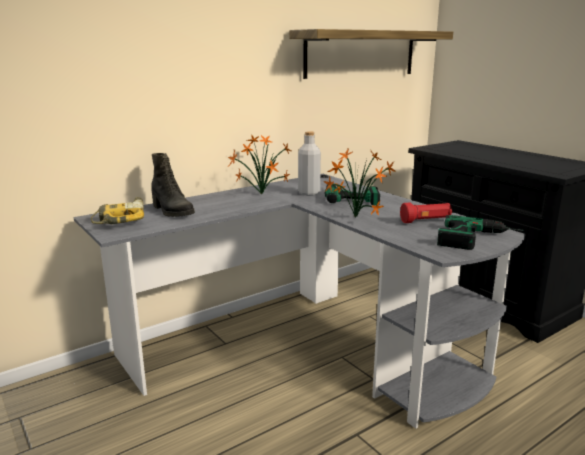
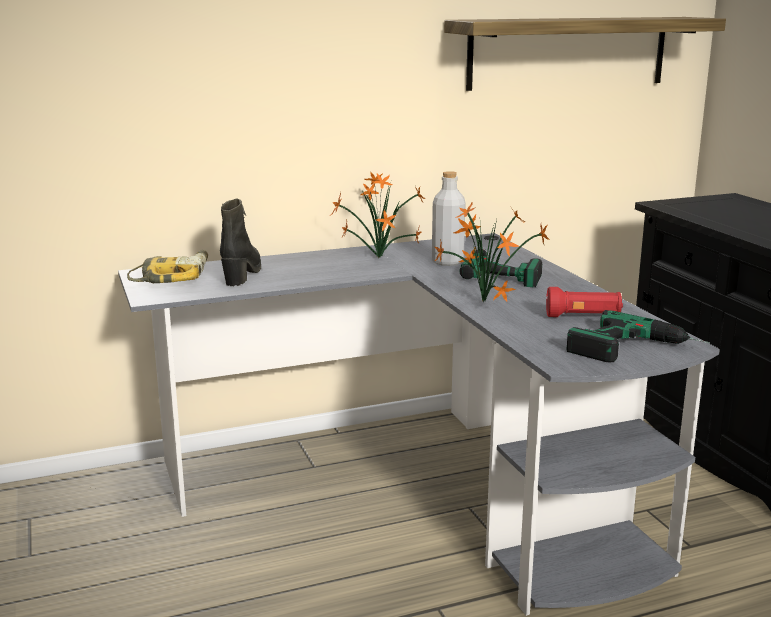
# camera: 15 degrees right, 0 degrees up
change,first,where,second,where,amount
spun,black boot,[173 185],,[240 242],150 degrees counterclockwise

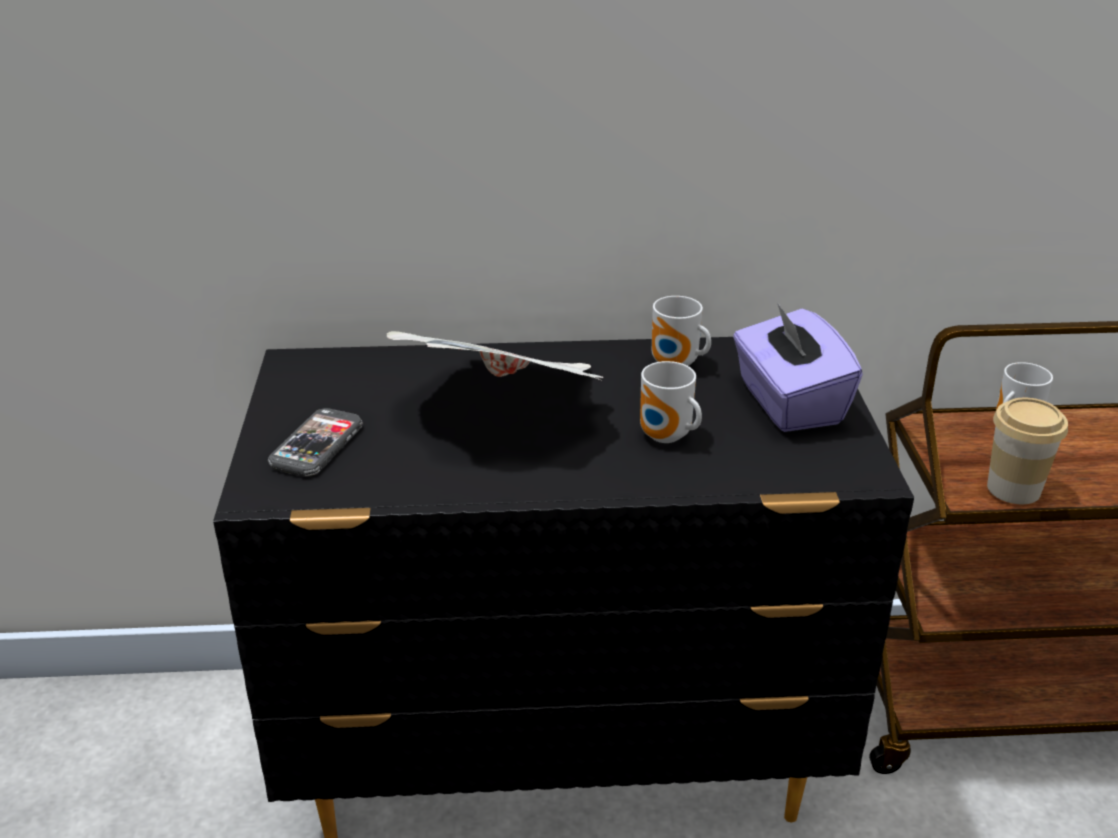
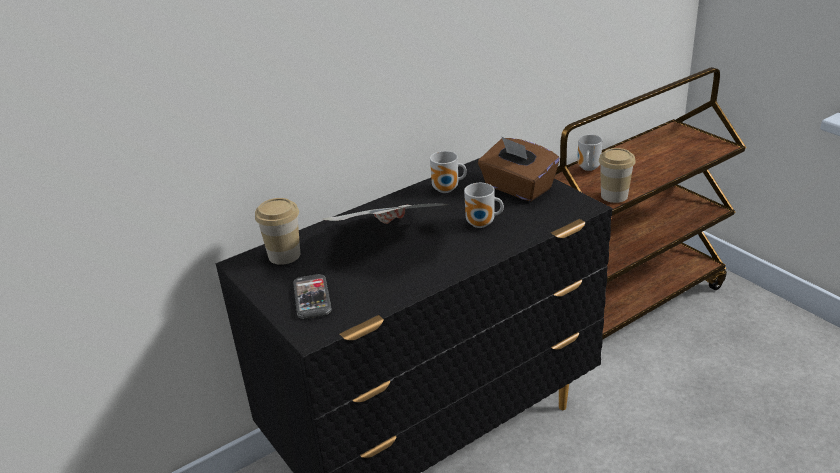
# camera: 30 degrees left, 0 degrees up
change,first,where,second,where,amount
appeared,,,cup,[277 231],
colour,purple tissue box,[798 367],brown tissue box,[519 168],

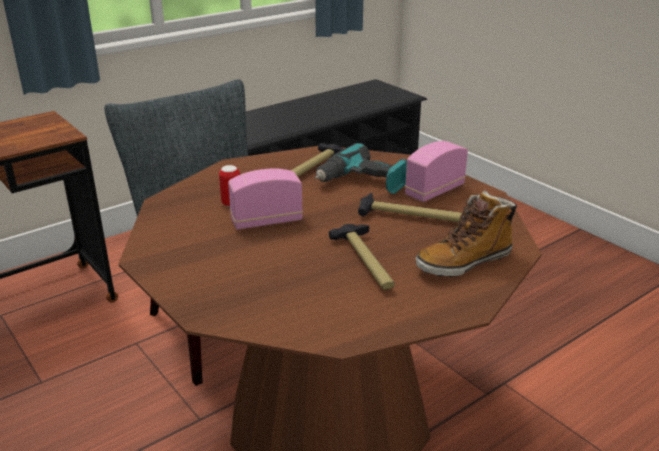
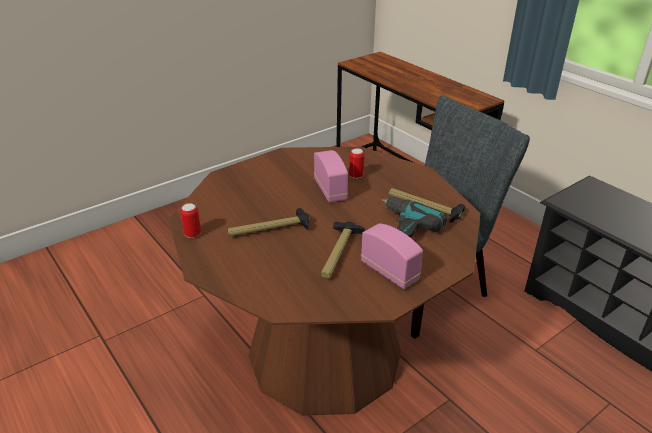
# camera: 90 degrees right, 5 degrees up
change,first,where,second,where,amount
missing,boot,[466 234],,,
appeared,,,can,[190 220],

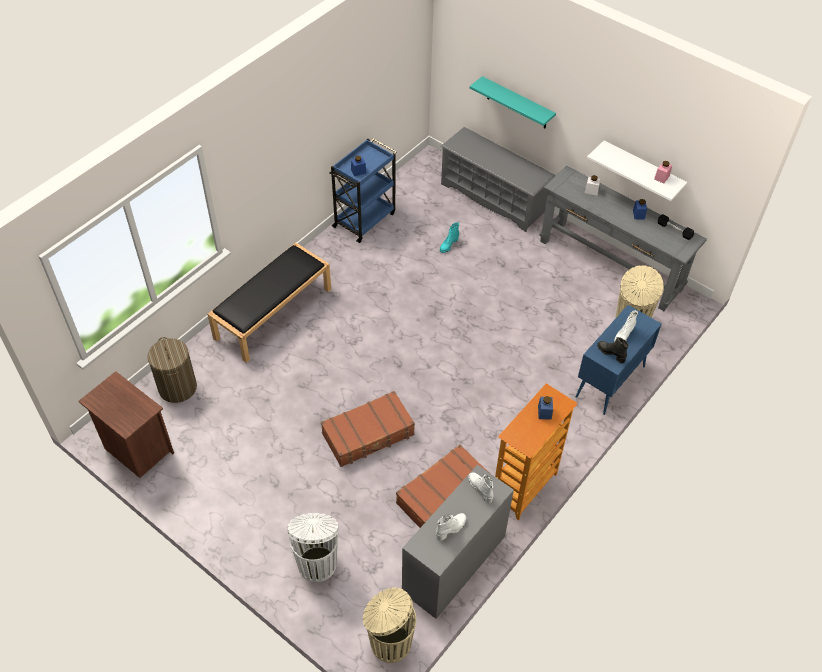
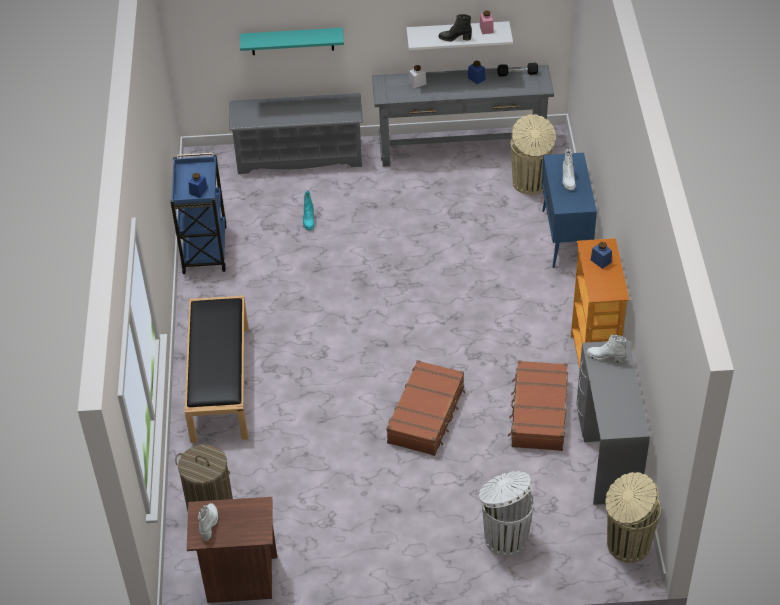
# camera: 40 degrees left, 5 degrees down
change,first,where,second,where,amount
relocated,white boot,[451 527],,[208 522],
relocated,black boot,[613 350],,[455 28],

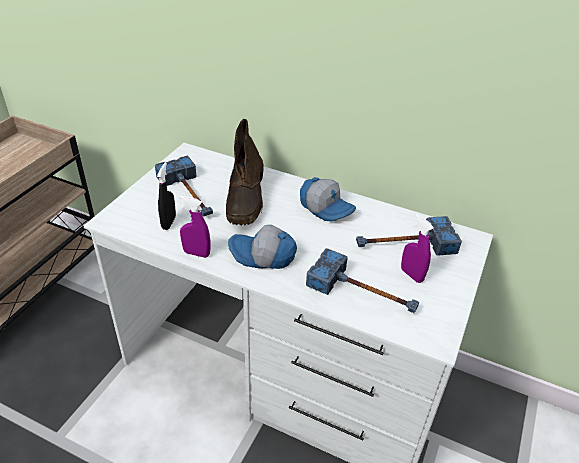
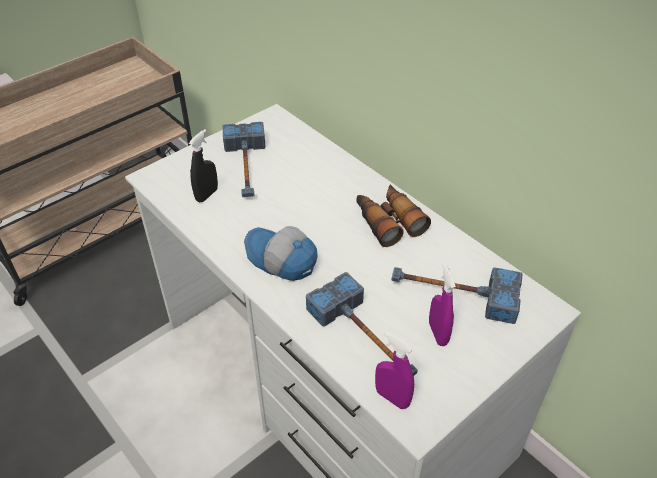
# camera: 25 degrees right, 5 degrees up
change,first,where,second,where,amount
missing,brown boot,[245 172],,,
relocated,purple spray bottle,[195 227],,[394 370],
exchanged,cap,[328 199],binoculars,[393 216],

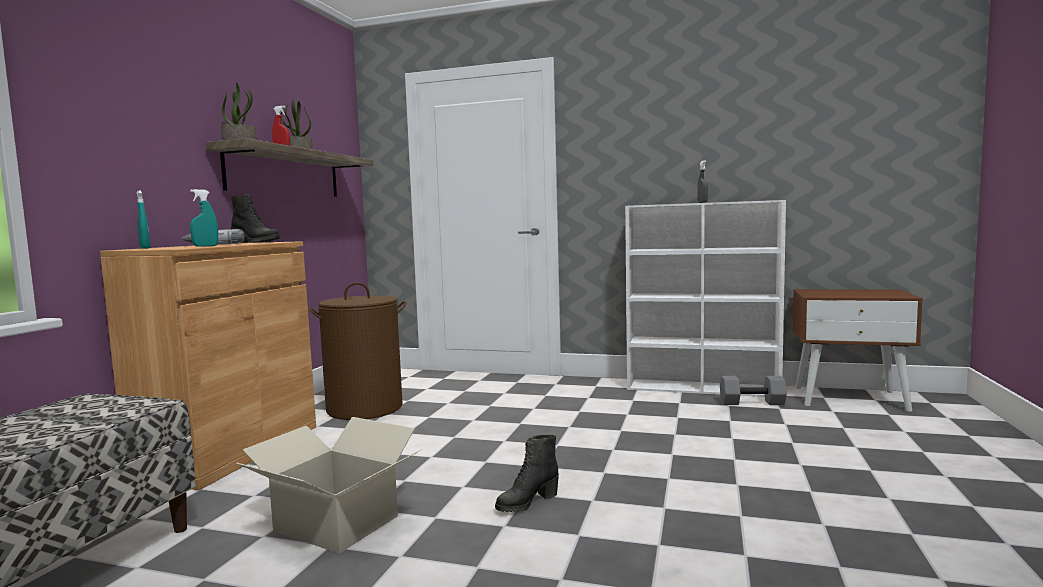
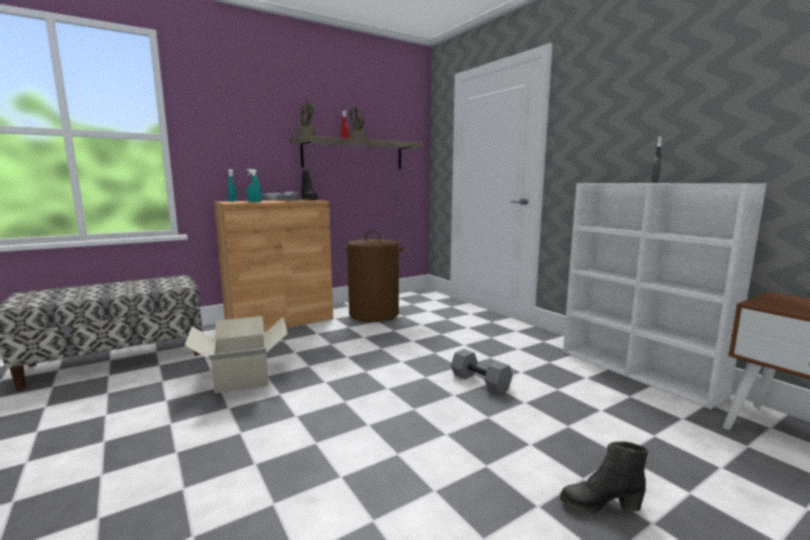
# camera: 40 degrees right, 5 degrees up
change,first,where,second,where,amount
relocated,black boot,[527 473],,[604 477],
relocated,grey dumbbell,[753 390],,[482 371],

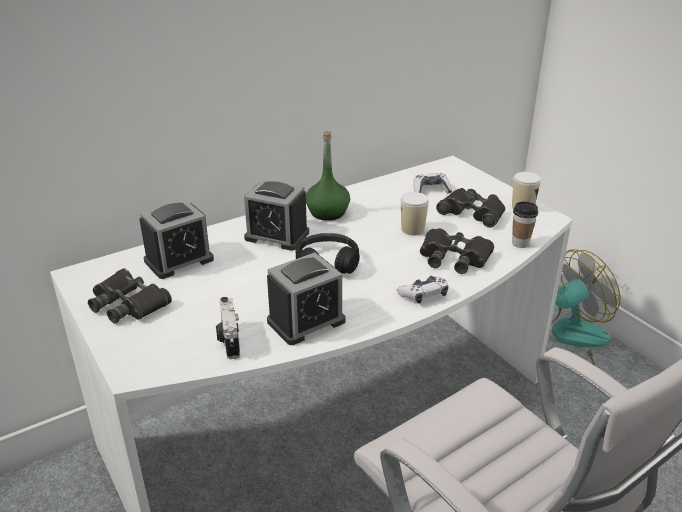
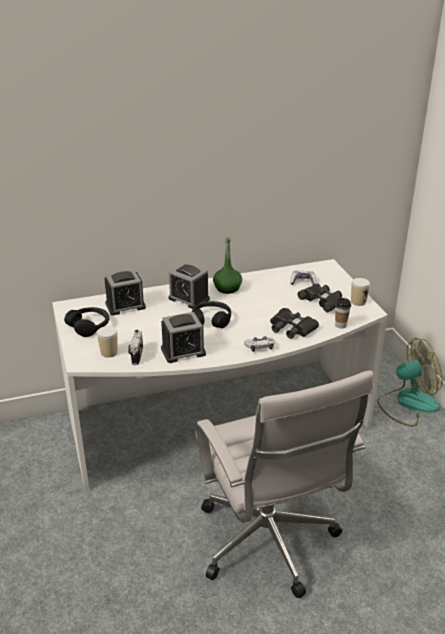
# camera: 15 degrees right, 0 degrees up
change,first,where,second,where,amount
relocated,cup,[414 214],,[107 342],
exchanged,black binoculars,[130 296],black headphones,[86 322],

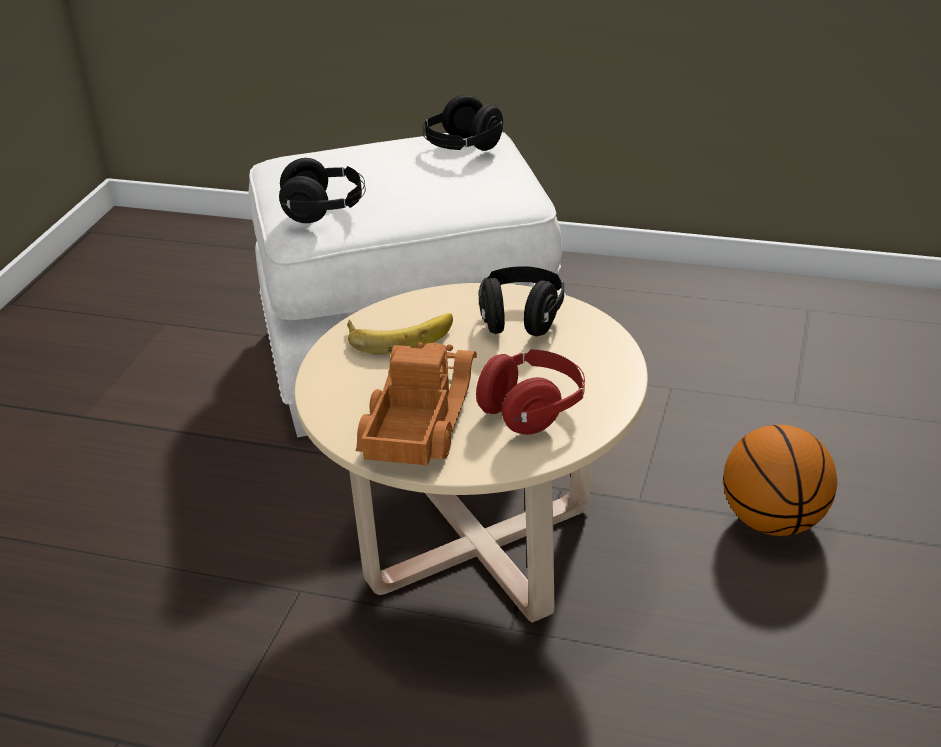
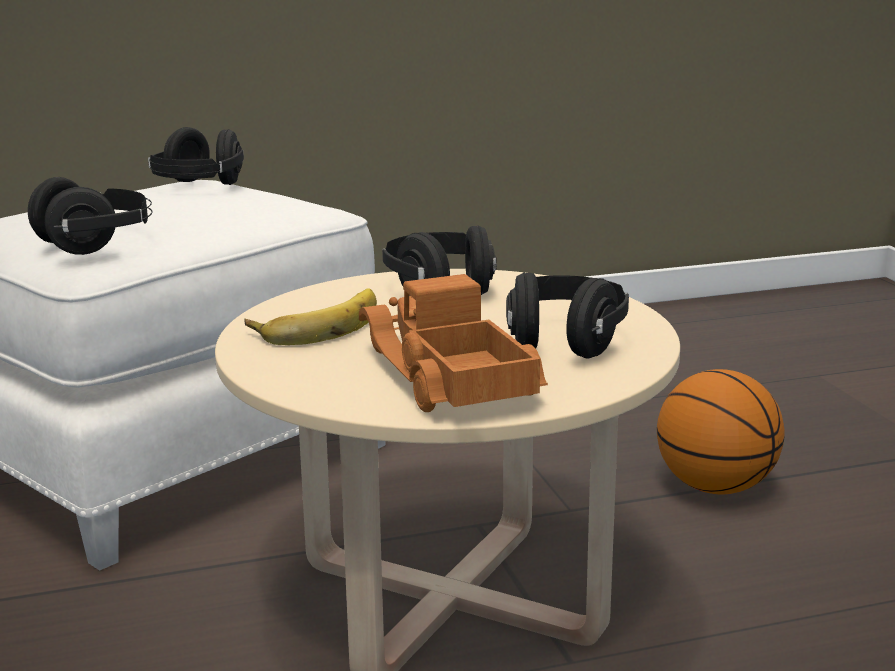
# camera: 35 degrees left, 15 degrees down
change,first,where,second,where,amount
colour,red headphones,[530 392],black headphones,[567 315],

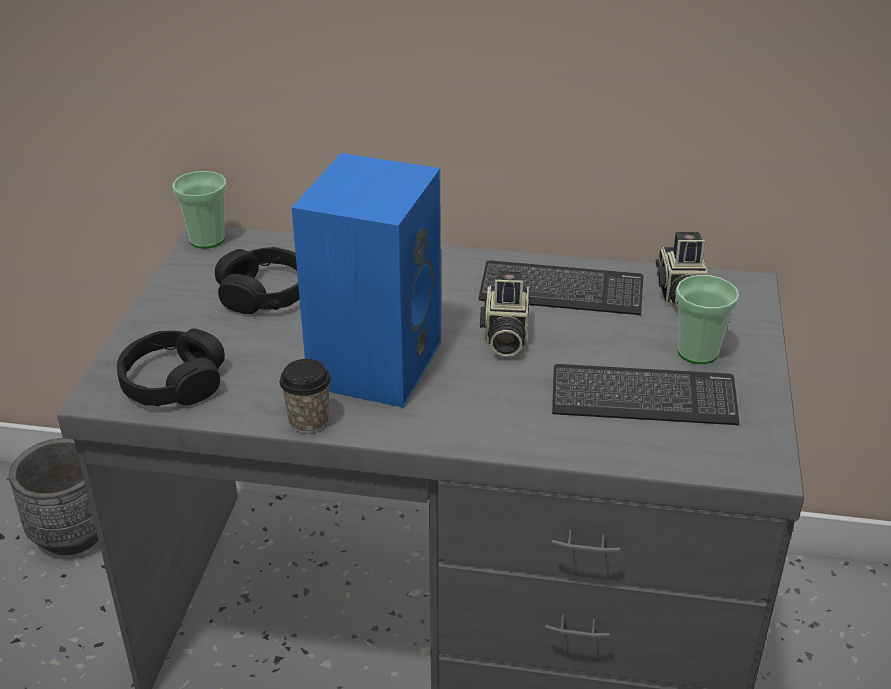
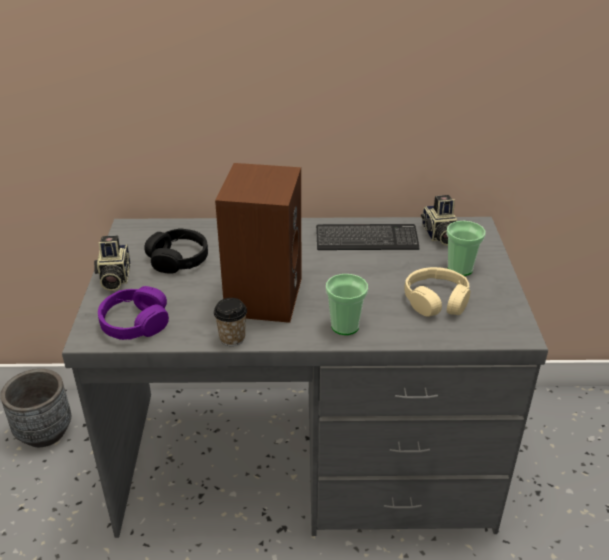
# camera: 10 degrees left, 0 degrees up
change,first,where,second,where,amount
relocated,cup,[200 210],,[347 304],
relocated,photo camera,[505 314],,[112 263],
exchanged,keyboard,[645 394],beige headphones,[437 292],
colour,black headphones,[171 367],purple headphones,[133 313],
colour,blue speaker,[366 280],brown speaker,[258 243],

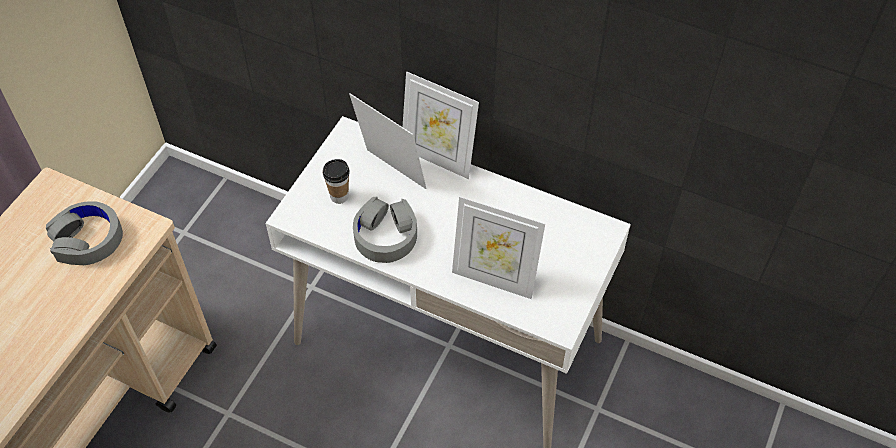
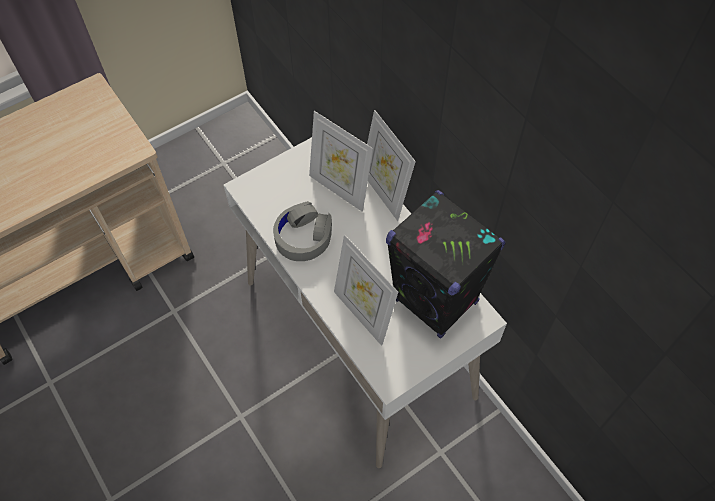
# camera: 30 degrees right, 5 degrees up
change,first,where,second,where,amount
missing,grey headphones,[84 233],,,
missing,cup,[336 181],,,
appeared,,,black speaker,[446 264],
spun,picture frame,[388 141],,[341 161],150 degrees clockwise

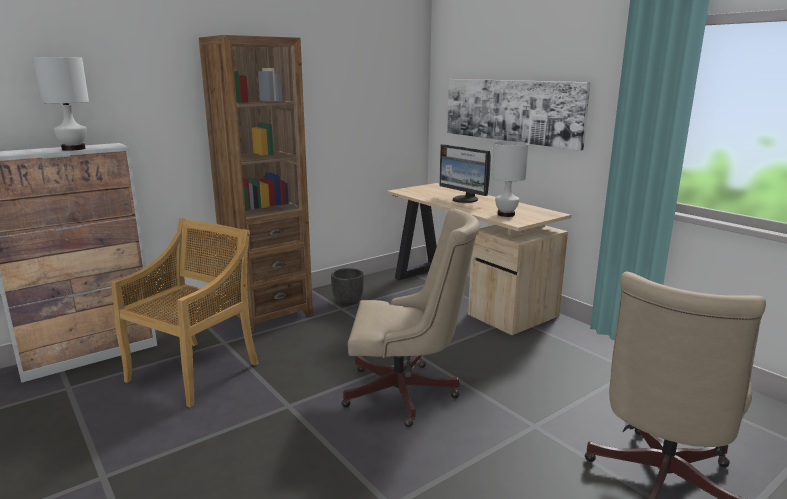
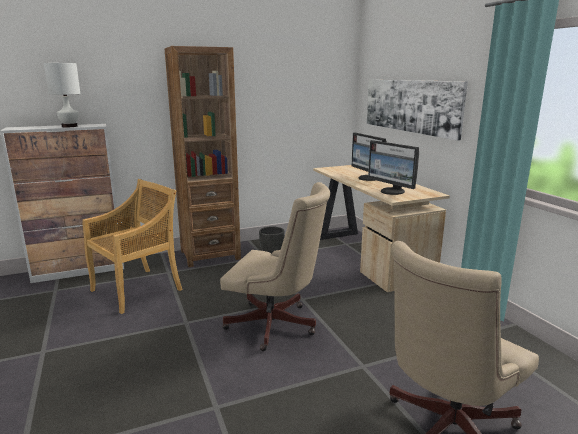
# camera: 15 degrees right, 0 degrees up
change,first,where,second,where,amount
exchanged,white table lamp,[510 179],monitor,[393 167],

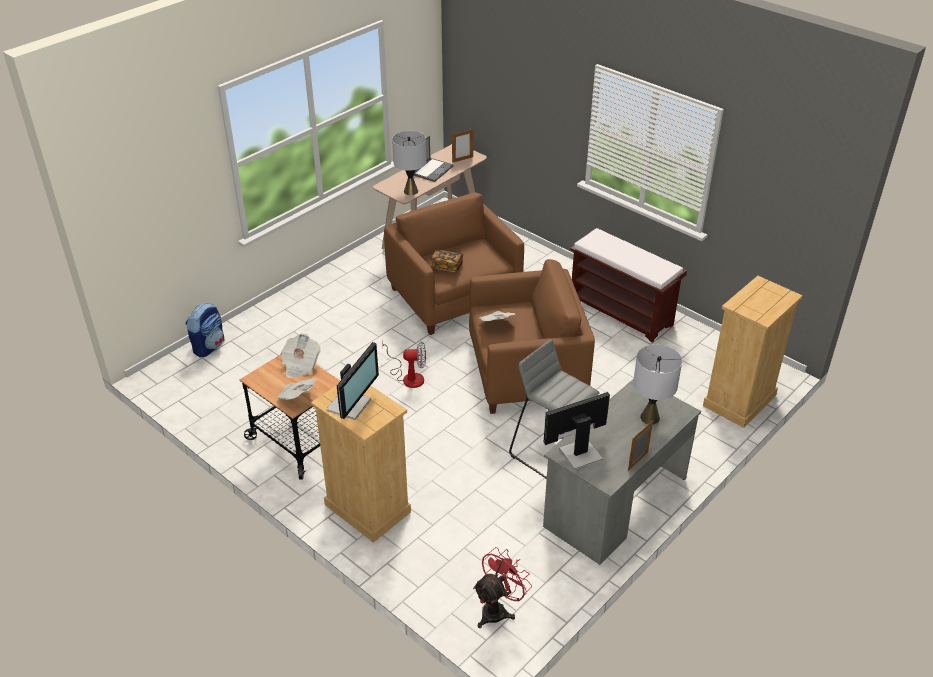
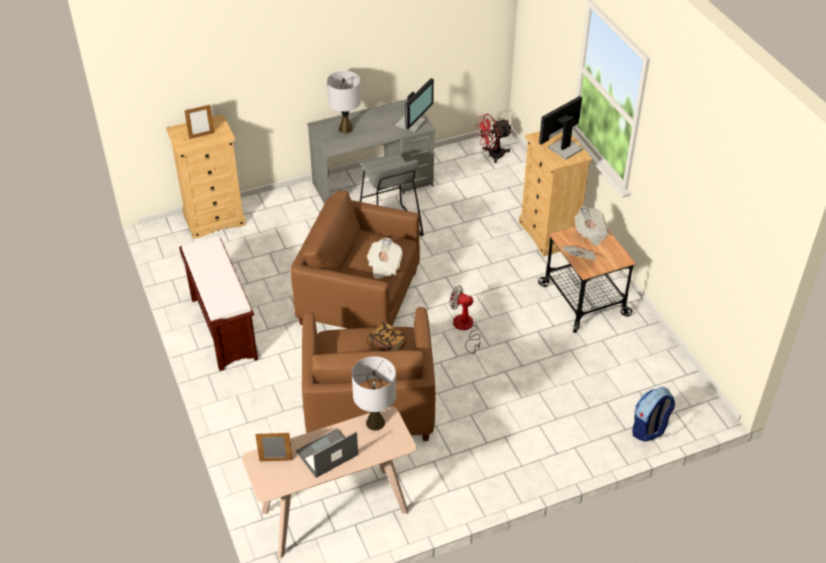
# camera: 155 degrees left, 5 degrees up
change,first,where,second,where,amount
relocated,picture frame,[640 445],,[199 122],
spun,monitor,[577 431],,[414 105],60 degrees counterclockwise

